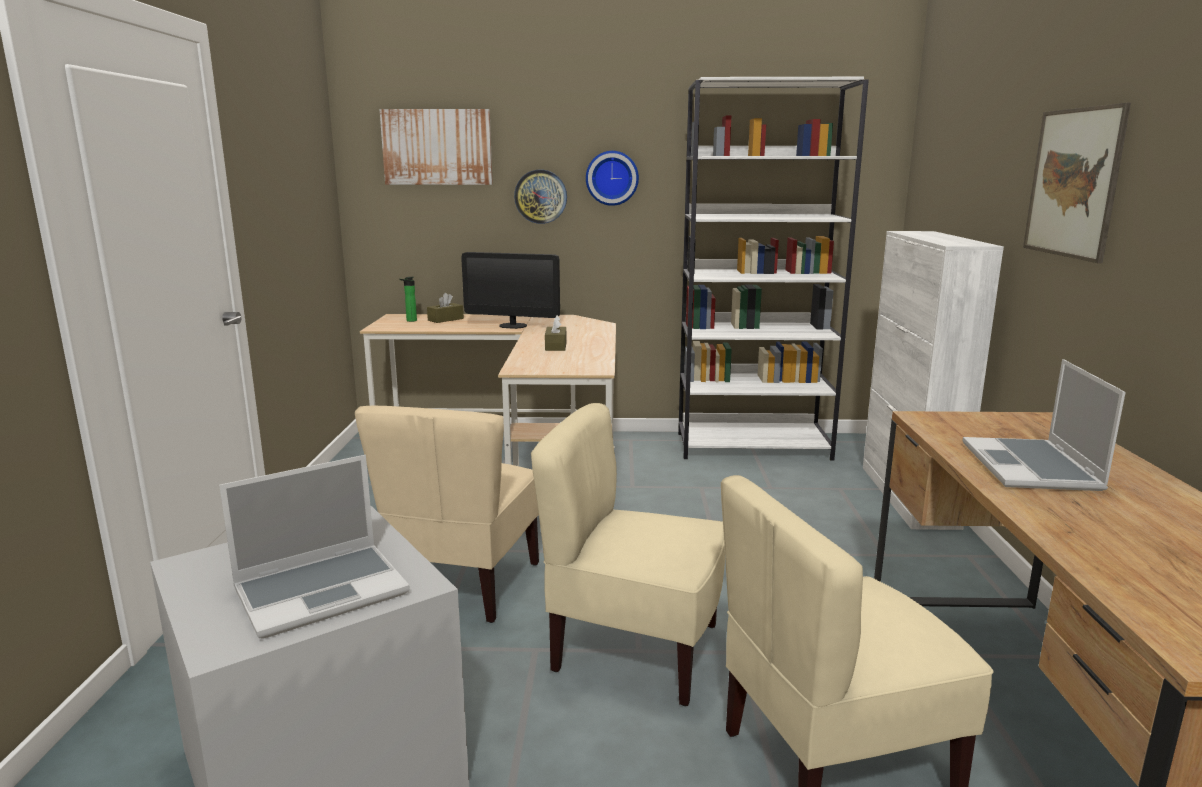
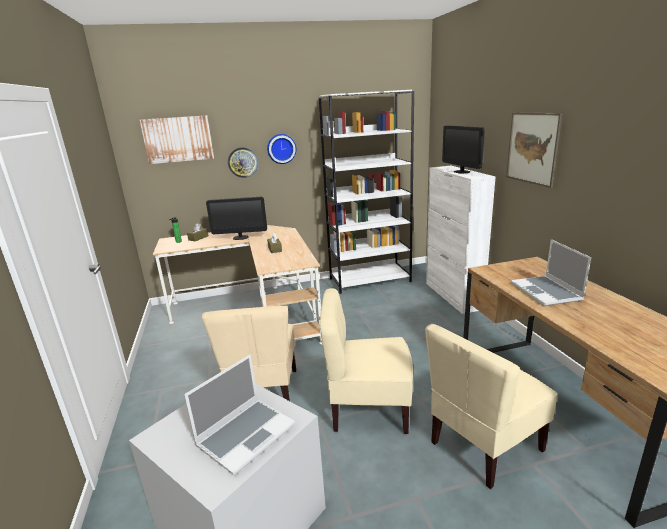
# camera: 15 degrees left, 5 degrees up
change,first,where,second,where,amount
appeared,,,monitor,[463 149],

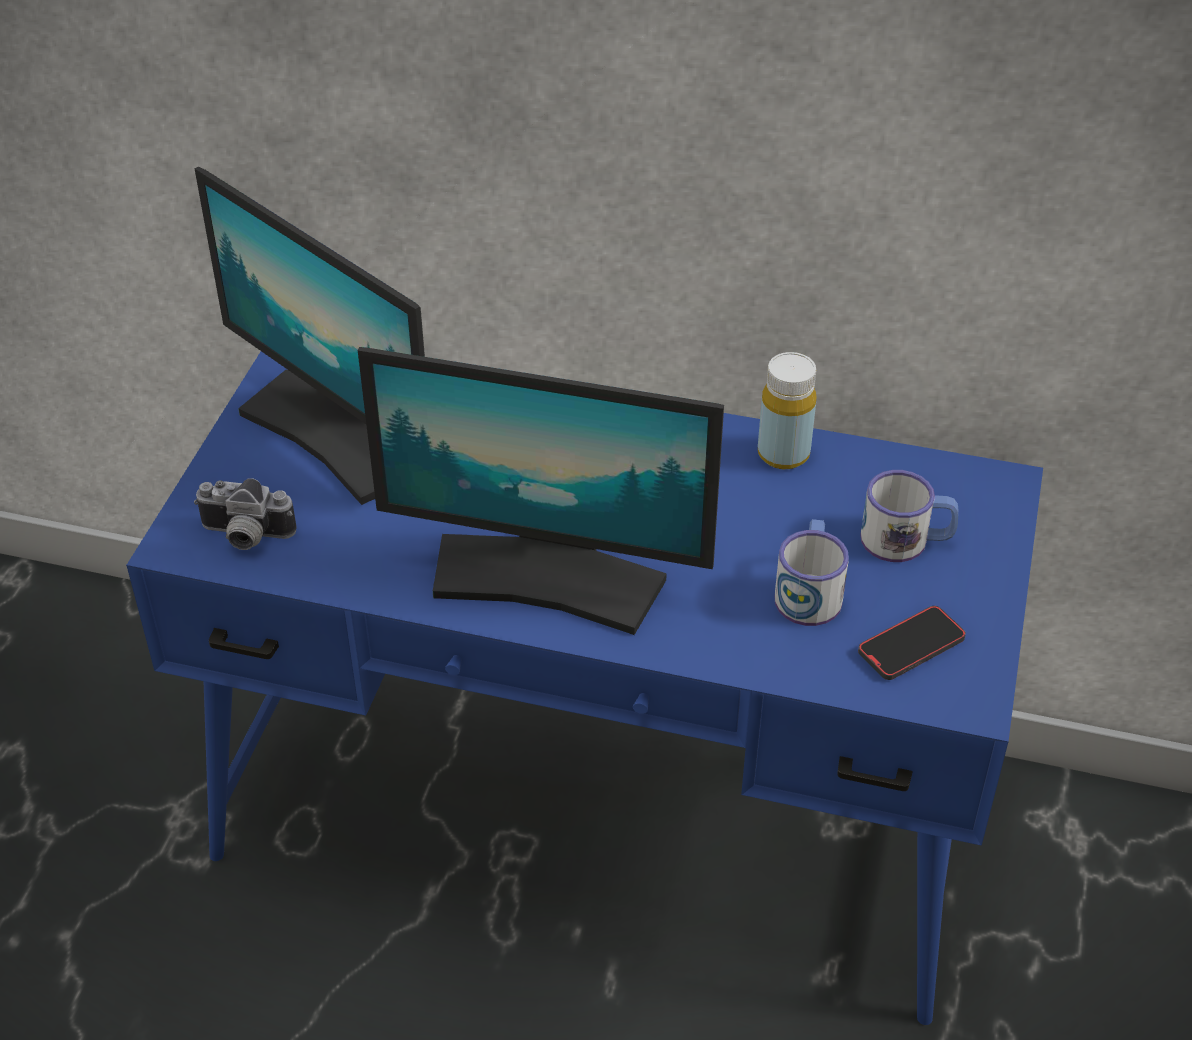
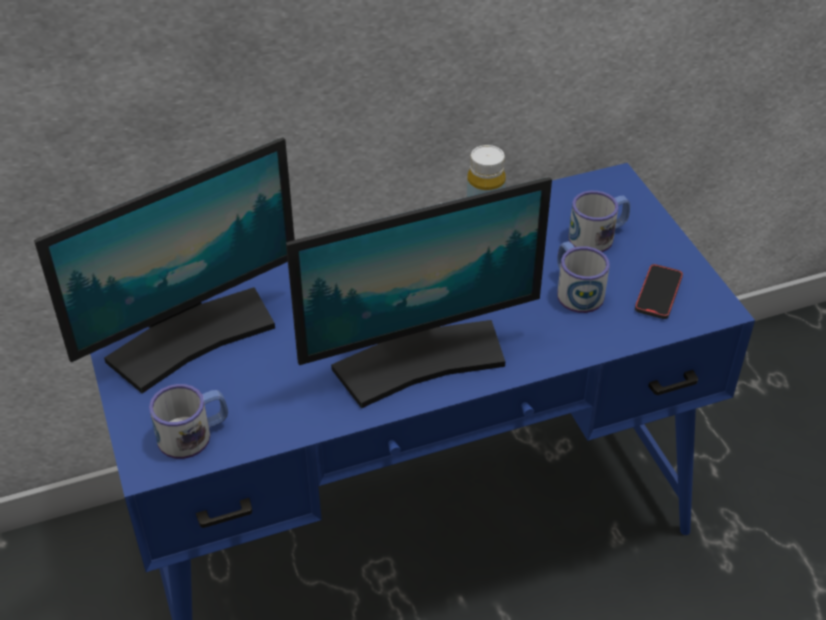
# camera: 35 degrees left, 0 degrees up
change,first,where,second,where,amount
exchanged,photo camera,[245 514],mug,[188 421],
spun,monitor,[310 336],,[164 265],45 degrees counterclockwise

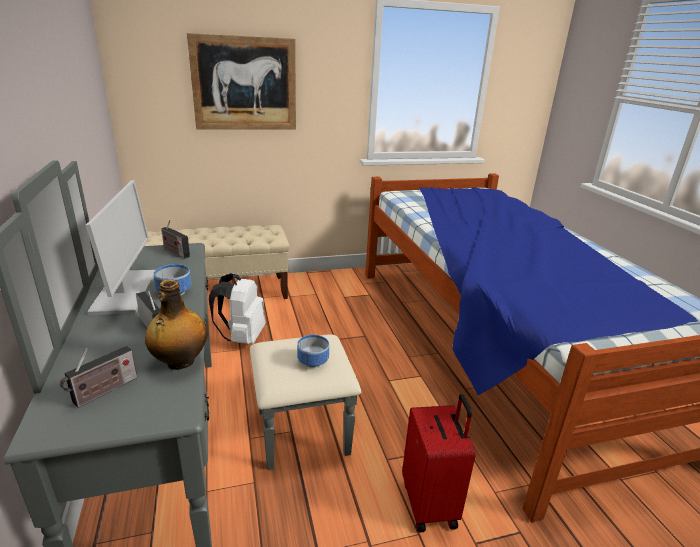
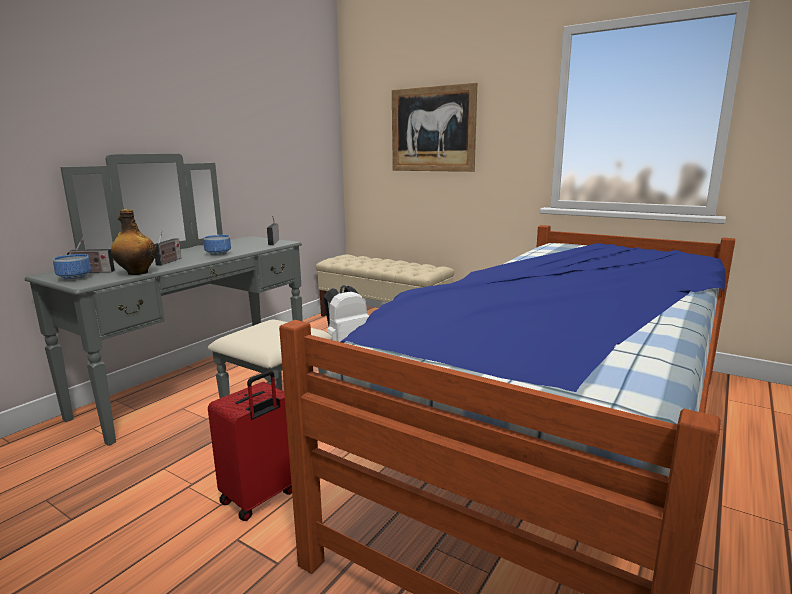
# camera: 50 degrees right, 10 degrees down
change,first,where,second,where,amount
missing,monitor,[120 247],,,
relocated,bowl,[313 351],,[72 267],

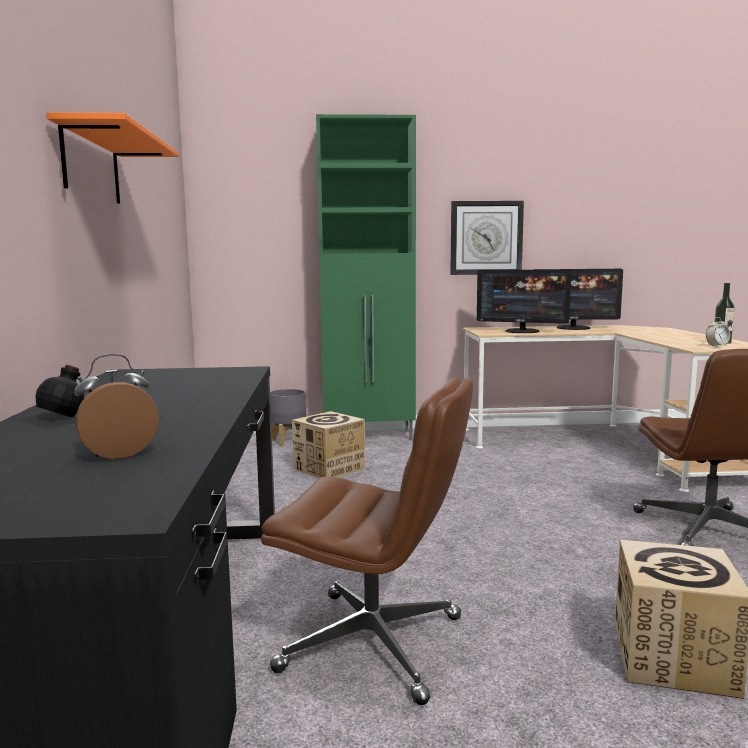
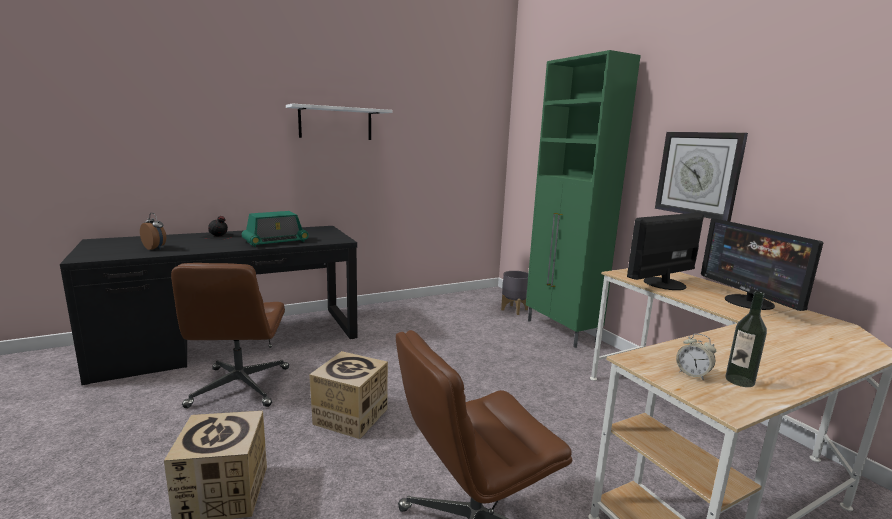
# camera: 65 degrees right, 5 degrees up
change,first,where,second,where,amount
appeared,,,radio,[275 229],
relocated,cardboard box,[328 444],,[348 395],
colour,orange shelf,[113 158],white shelf,[339 122],
spun,monitor,[524 301],,[665 251],60 degrees clockwise

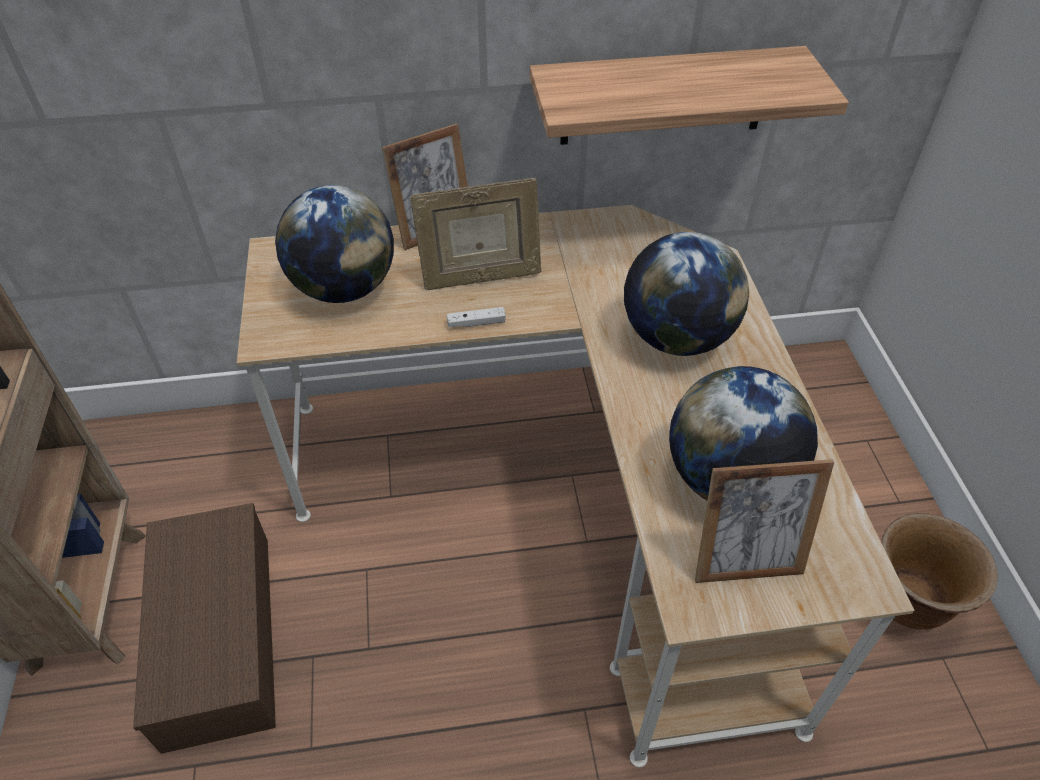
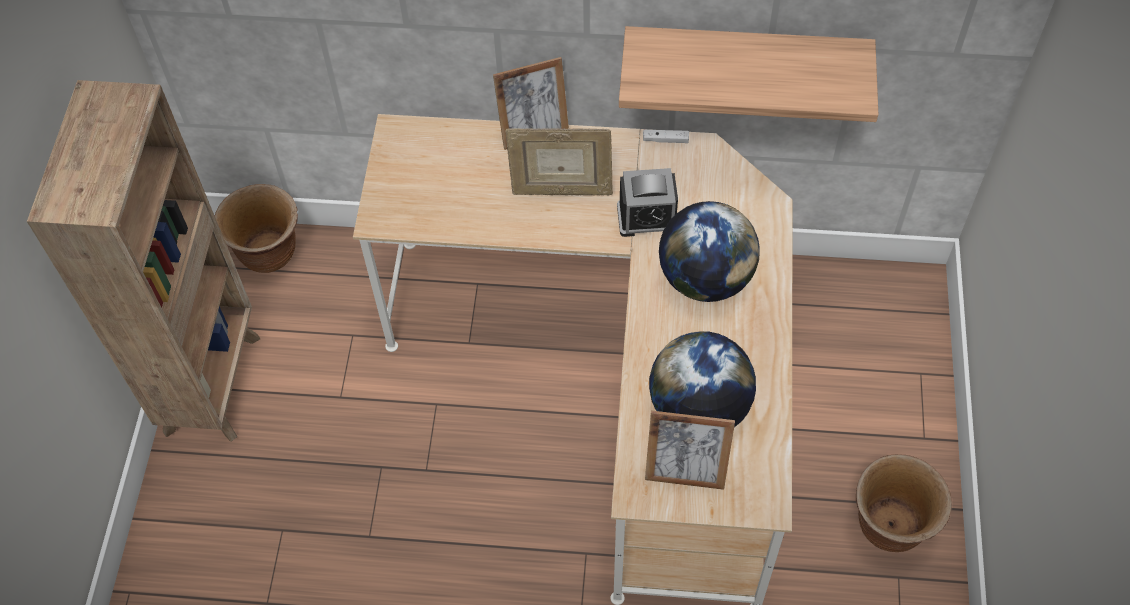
# camera: 15 degrees right, 10 degrees up
change,first,where,second,where,amount
missing,brown storage box,[204 628],,,
missing,globe,[334 244],,,
appeared,,,brown planter,[256 228],
appeared,,,alarm clock,[647 202],
relocated,white game controller,[476 317],,[666 136],

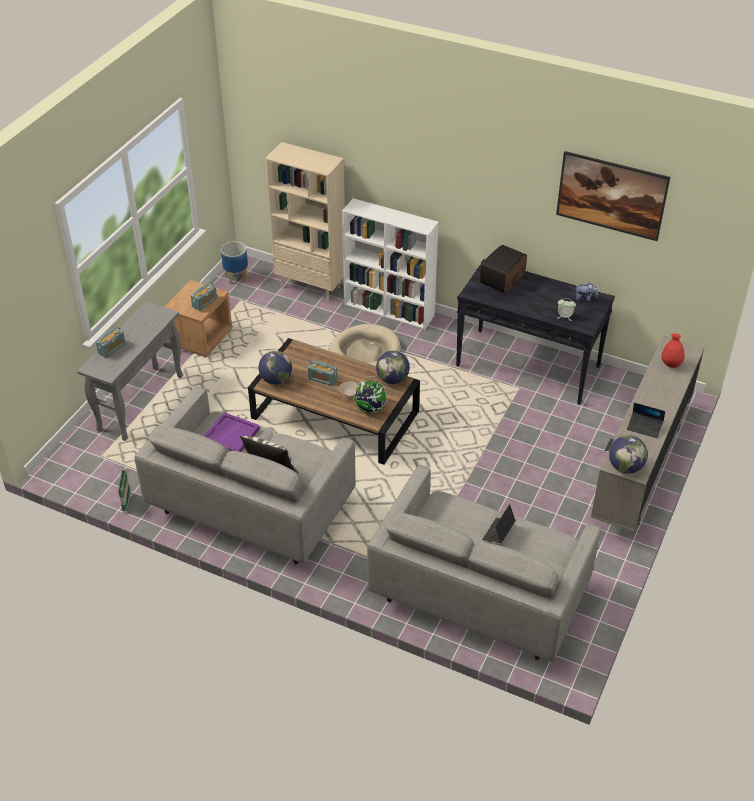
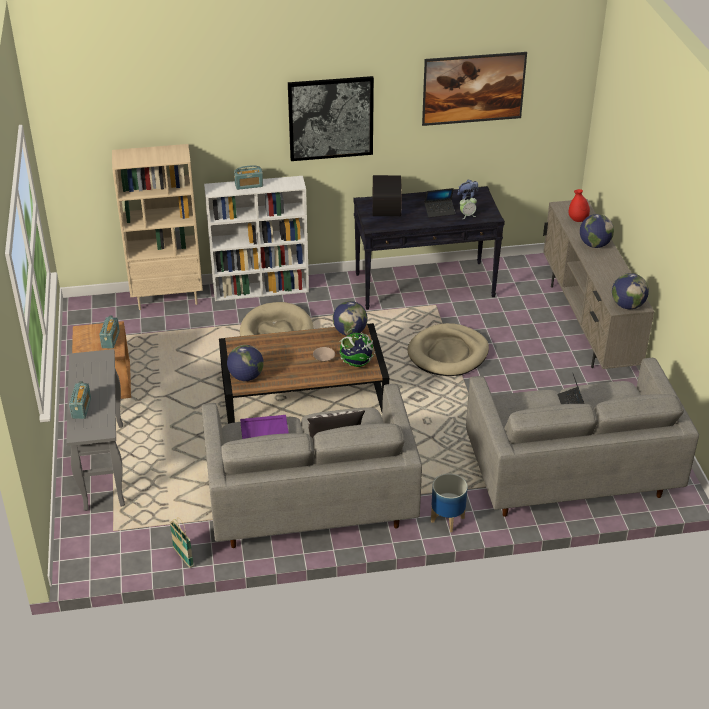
# camera: 35 degrees left, 5 degrees down
change,first,where,second,where,amount
appeared,,,picture,[331 118],
appeared,,,beige dog bed,[448 349],
appeared,,,globe,[597 231],
relocated,planter,[234 262],,[449 503],
relocated,radio,[322 373],,[248 177],
relocated,laptop,[646 420],,[439 202],

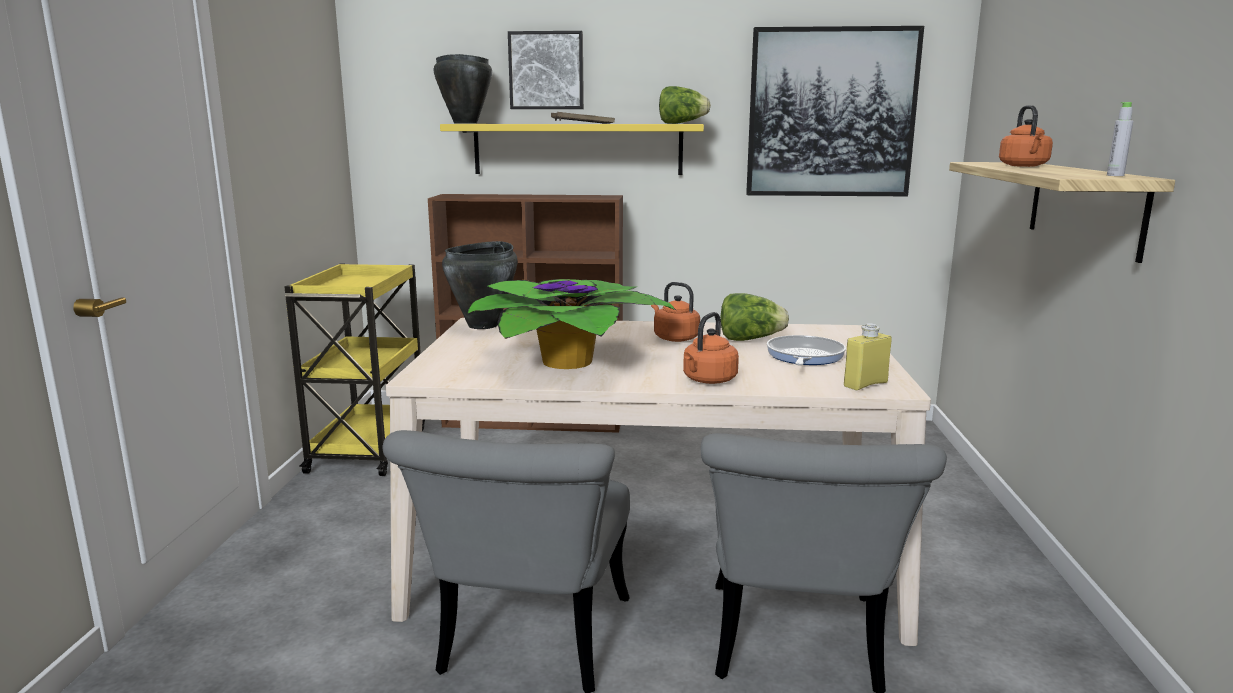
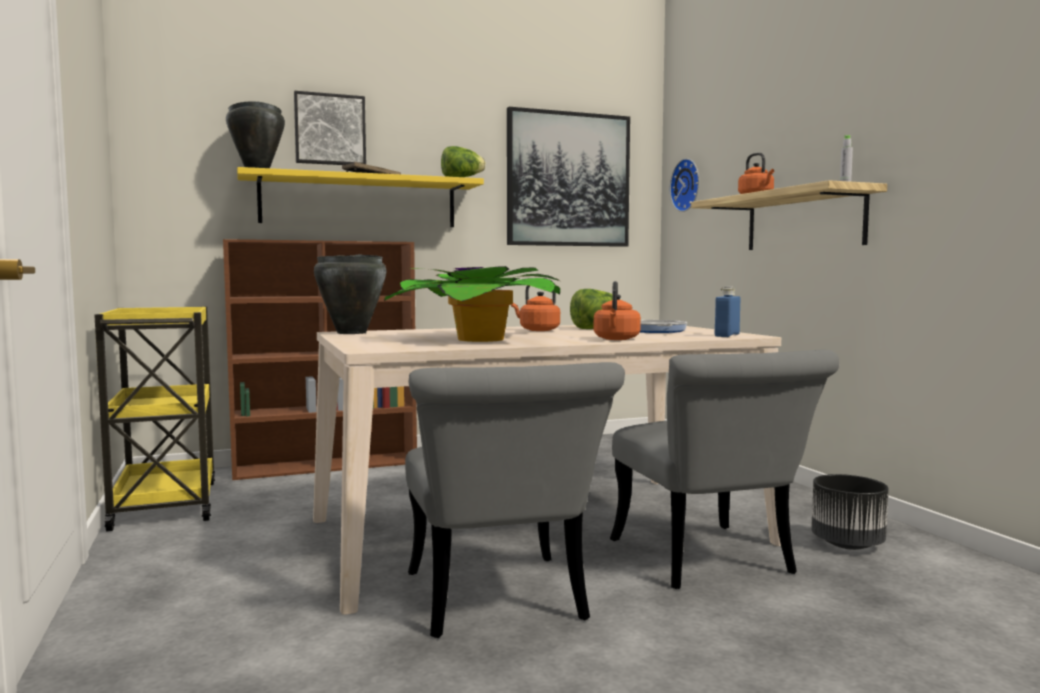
# camera: 25 degrees left, 10 degrees down
change,first,where,second,where,amount
appeared,,,wall clock,[684 185],
appeared,,,black planter,[850 512],
colour,yellow bottle,[868 356],blue bottle,[727 311],

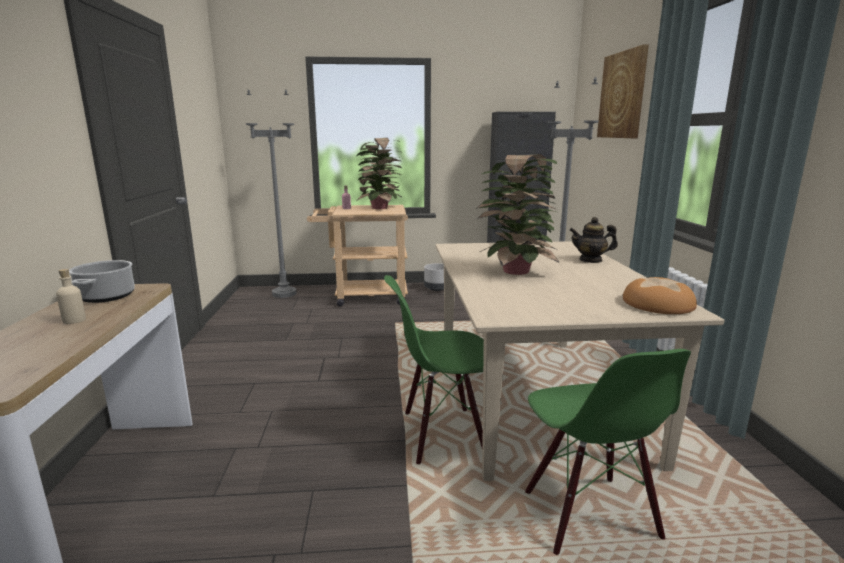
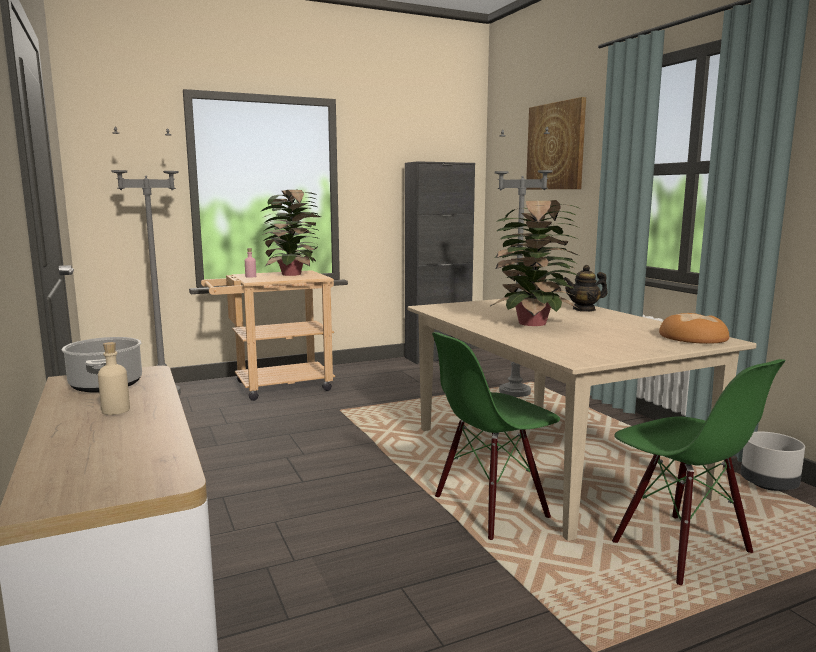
# camera: 20 degrees left, 5 degrees down
change,first,where,second,where,amount
relocated,grey planter,[434 277],,[773 461],

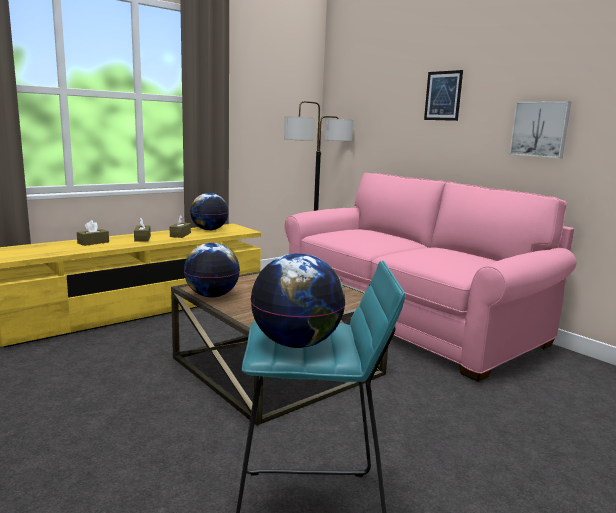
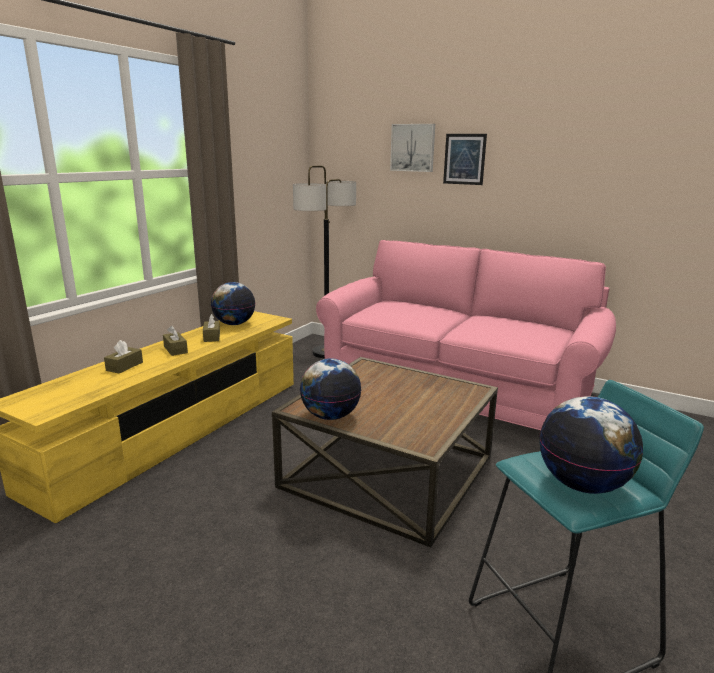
# camera: 20 degrees left, 5 degrees up
change,first,where,second,where,amount
relocated,picture,[540 129],,[412 148],

